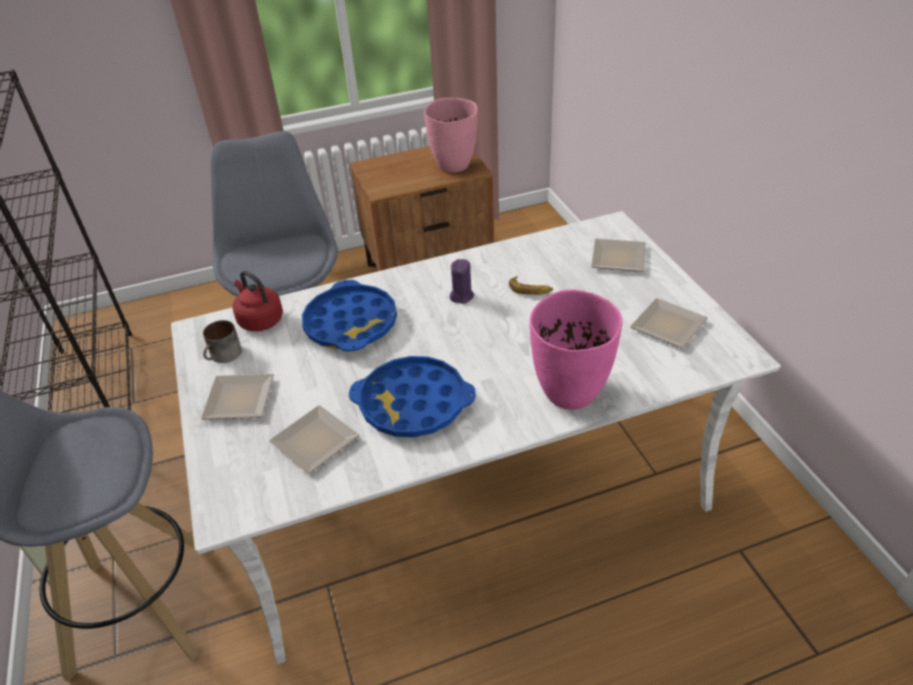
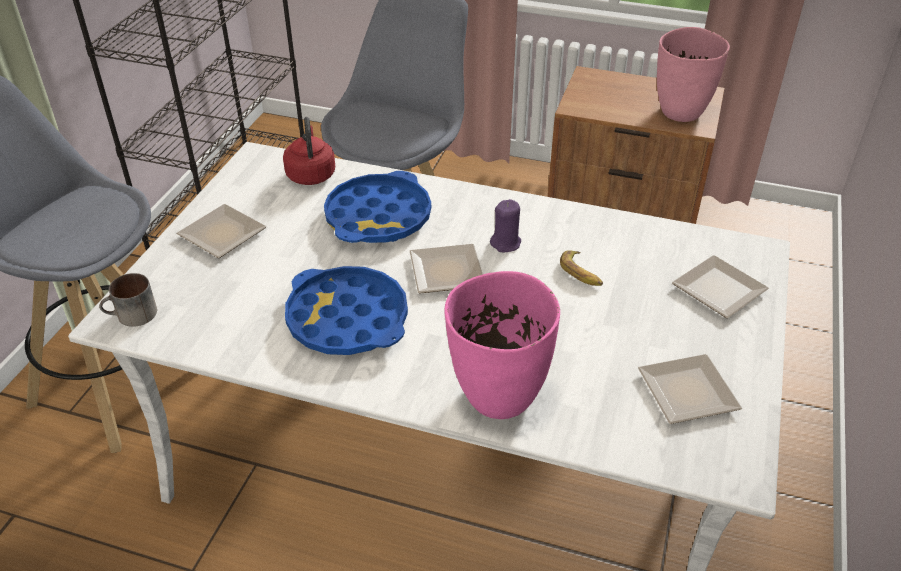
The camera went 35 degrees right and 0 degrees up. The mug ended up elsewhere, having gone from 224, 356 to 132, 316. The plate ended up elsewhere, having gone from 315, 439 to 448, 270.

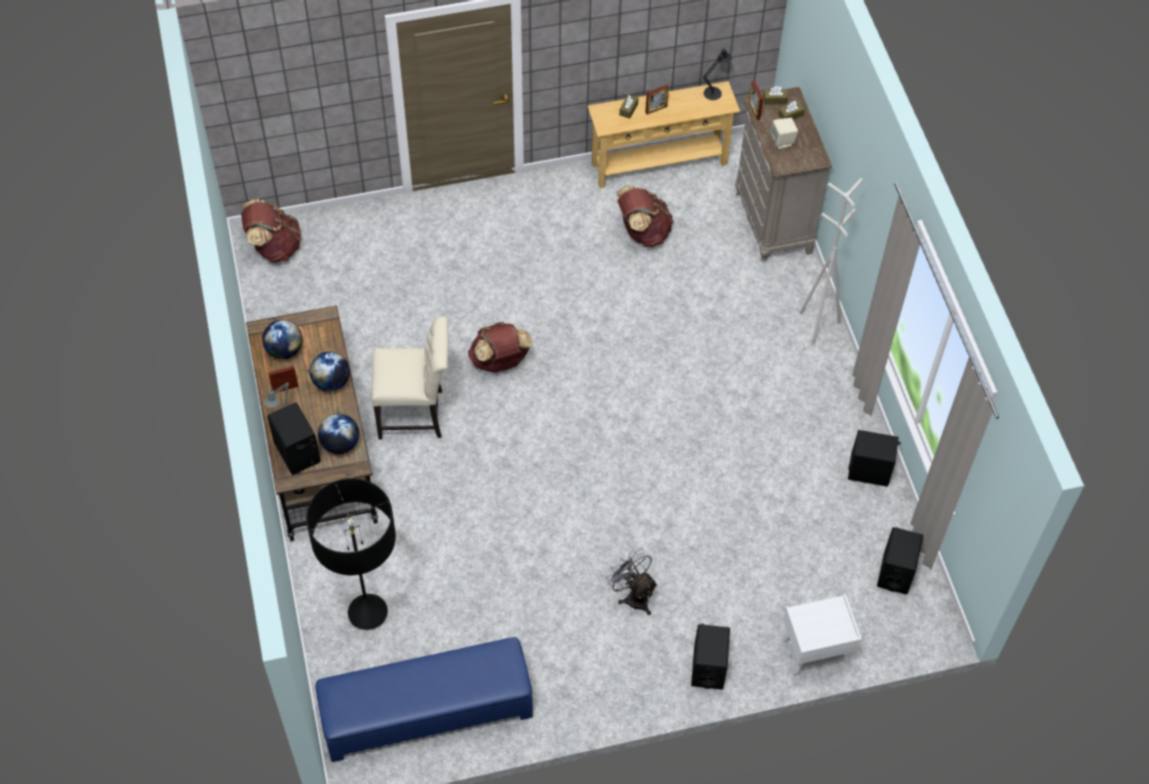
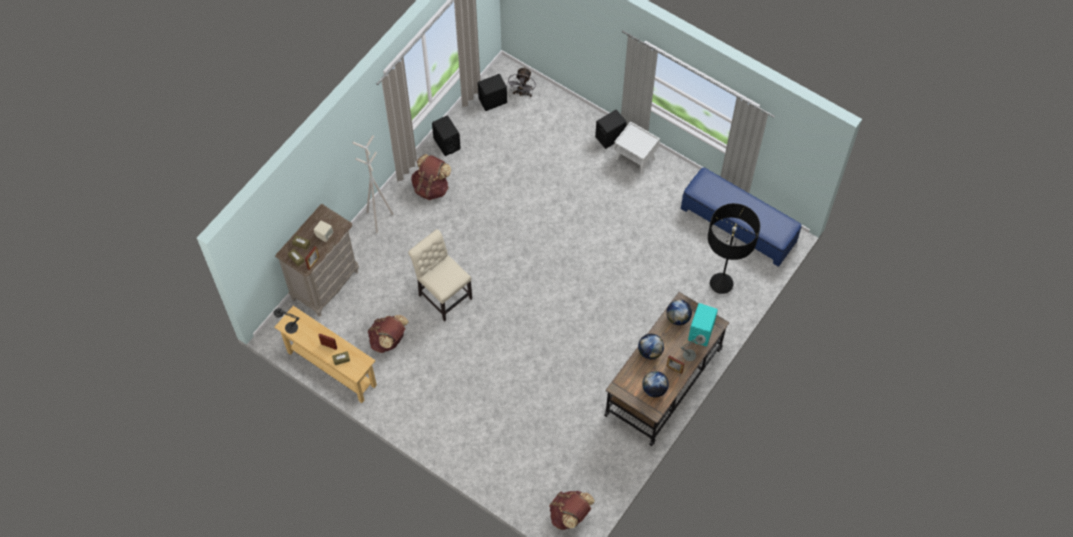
The camera went 130 degrees left and 5 degrees up. The beige chair ended up elsewhere, having gone from 416, 415 to 443, 294. The brown backpack ended up elsewhere, having gone from 500, 362 to 431, 187. The grey fan ended up elsewhere, having gone from 633, 596 to 522, 93. The white nightstand ended up elsewhere, having gone from 815, 651 to 635, 159. What was the black speaker at 297, 453 turned into the turquoise speaker at 701, 332.

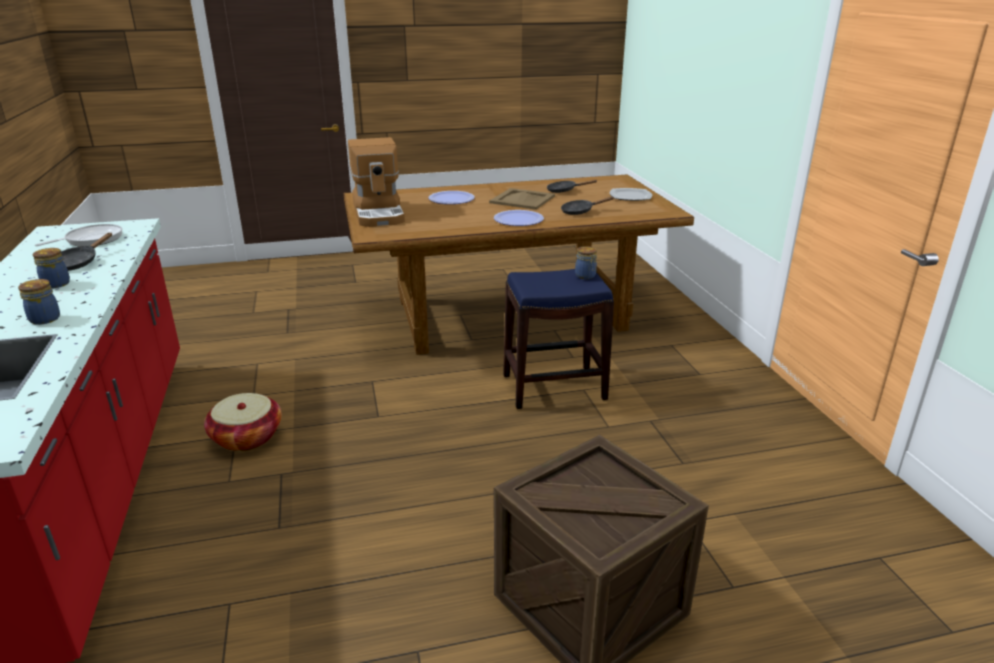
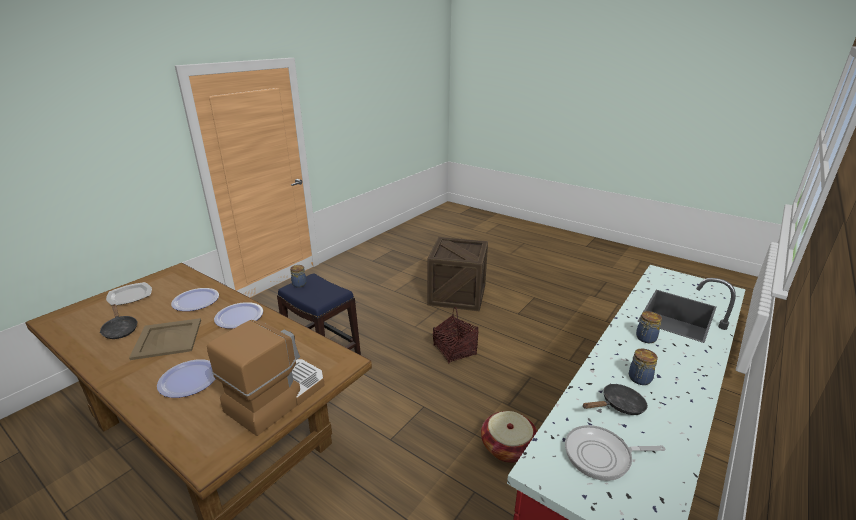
The camera went 130 degrees left and 0 degrees up. The second view gained the basket at 454, 350. Where the black frying pan stood at 580, 211, the plate came to stand at 195, 300.

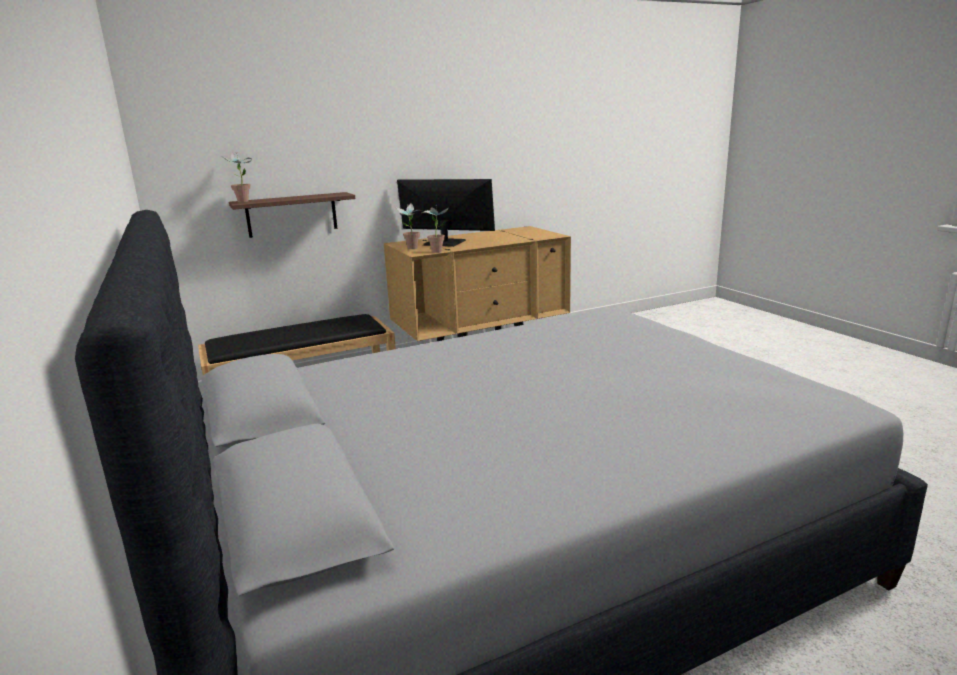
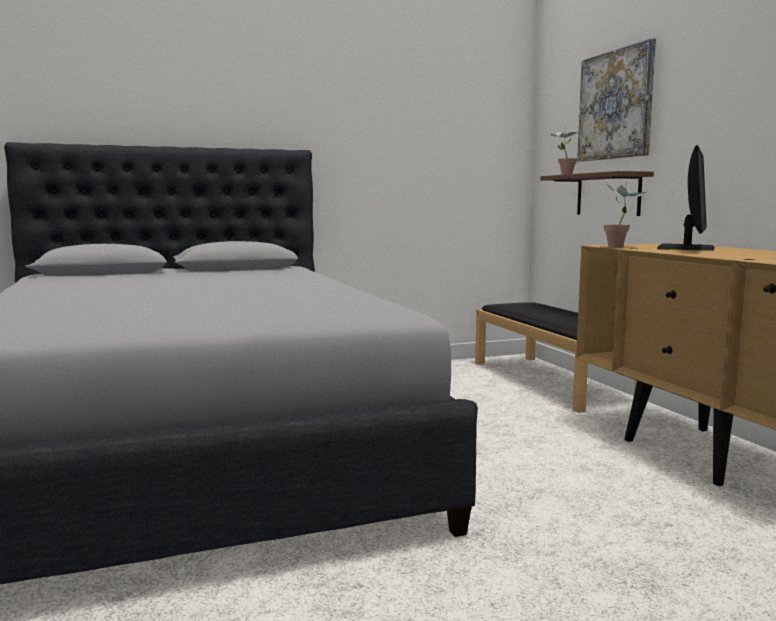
The camera went 95 degrees right and 10 degrees down. The second view lost the potted plant at 411, 249. The second view gained the picture at 615, 105.

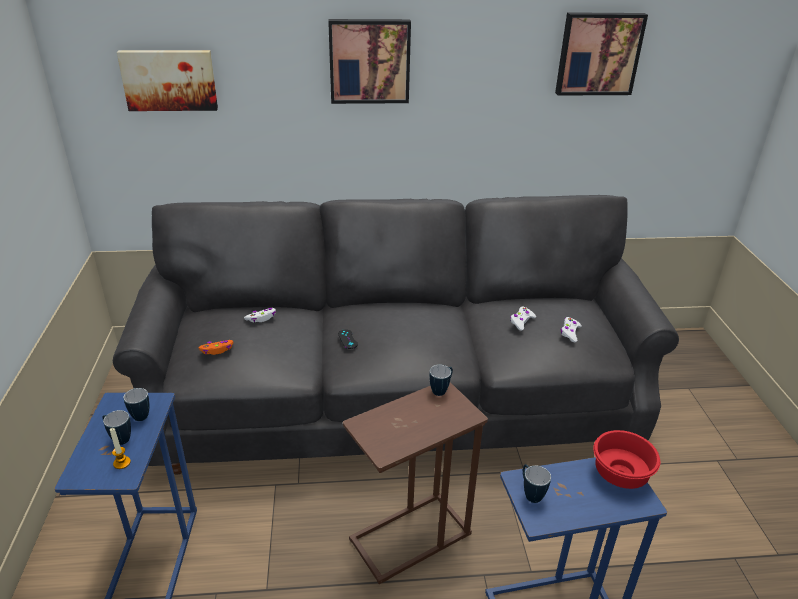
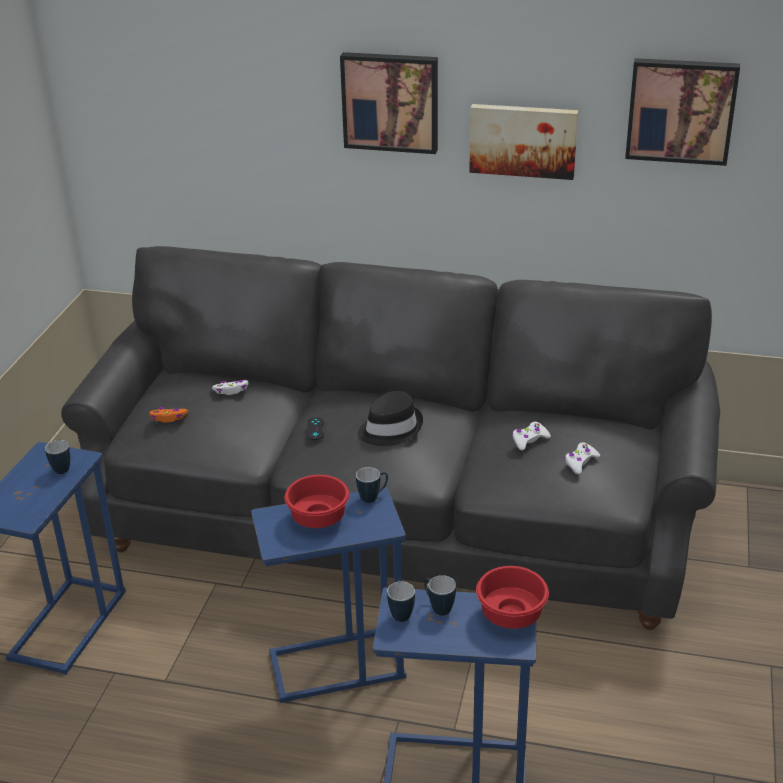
The camera went 20 degrees right and 0 degrees up. The second view lost the candle at 122, 463. The second view gained the red bowl at 318, 519. The second view gained the black hat at 390, 428. The mug ended up elsewhere, having gone from 119, 438 to 438, 608. The picture ended up elsewhere, having gone from 169, 80 to 523, 140. What was the brown side table at 410, 535 turned into the blue side table at 337, 664.

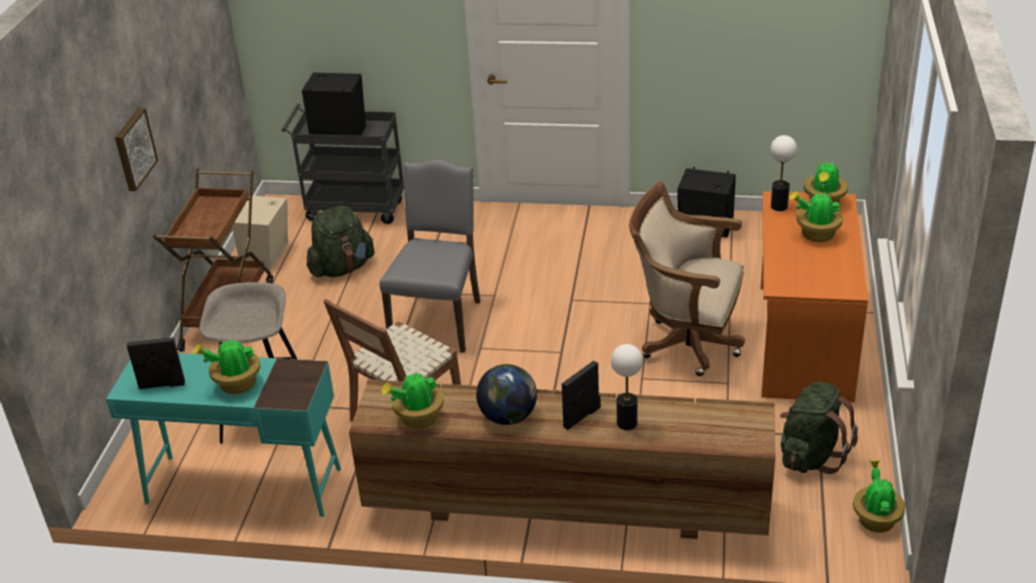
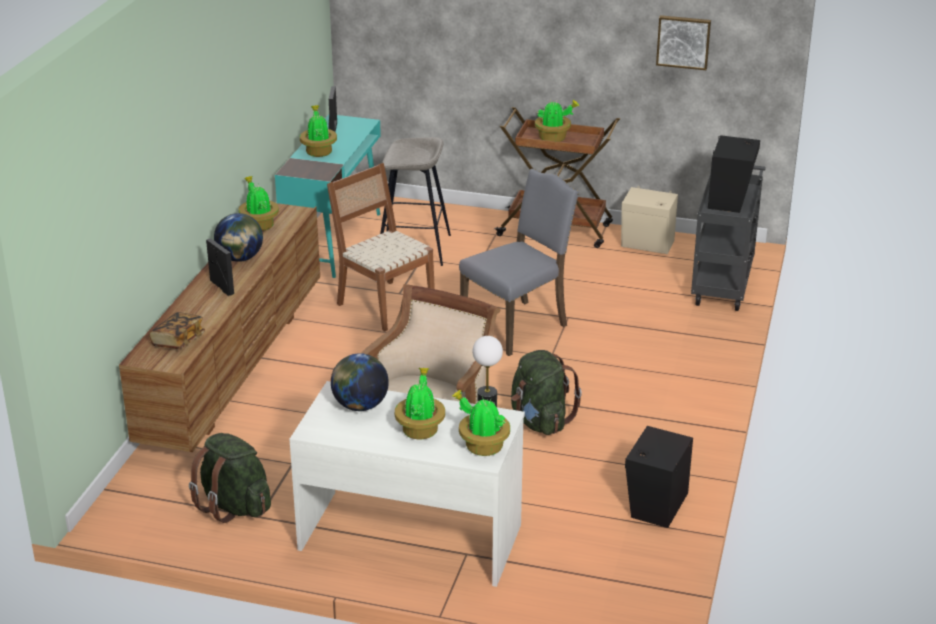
The camera went 95 degrees right and 5 degrees down. The second view lost the table lamp at 626, 423. The second view gained the book at 178, 341. The second view gained the globe at 360, 406. The picture ended up elsewhere, having gone from 133, 149 to 683, 41. The green backpack ended up elsewhere, having gone from 342, 268 to 540, 422. The potted plant ended up elsewhere, having gone from 875, 519 to 554, 138. What was the orange desk at 802, 341 turned into the white desk at 411, 536. The grey chair at 439, 320 ended up facing another way, 60 degrees counterclockwise from before.

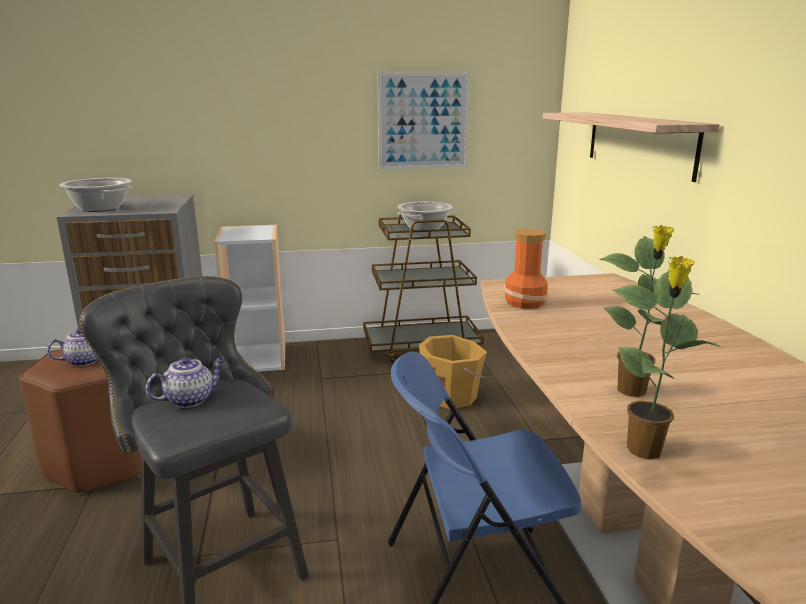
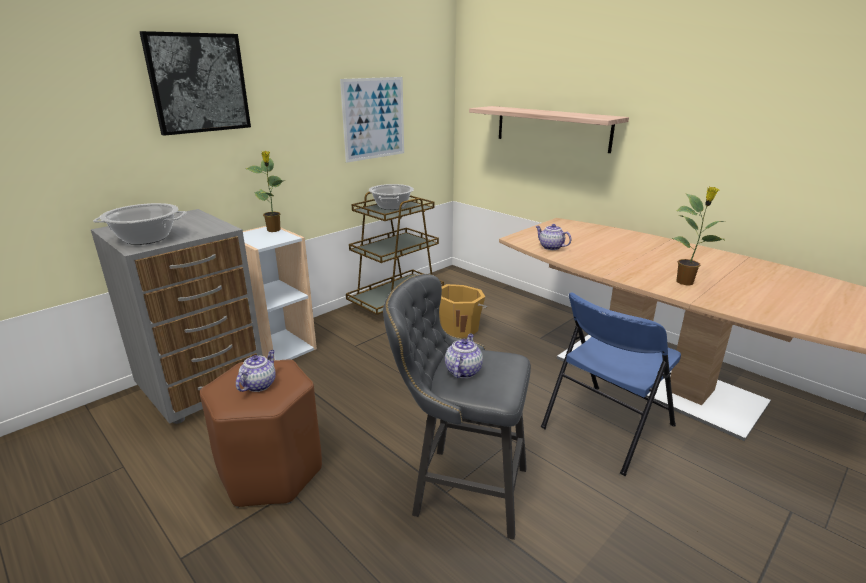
The camera went 35 degrees left and 5 degrees up. The second view gained the picture at 198, 83. The potted plant ended up elsewhere, having gone from 645, 451 to 274, 230. Where the vase stood at 523, 302, the teapot came to stand at 550, 247.

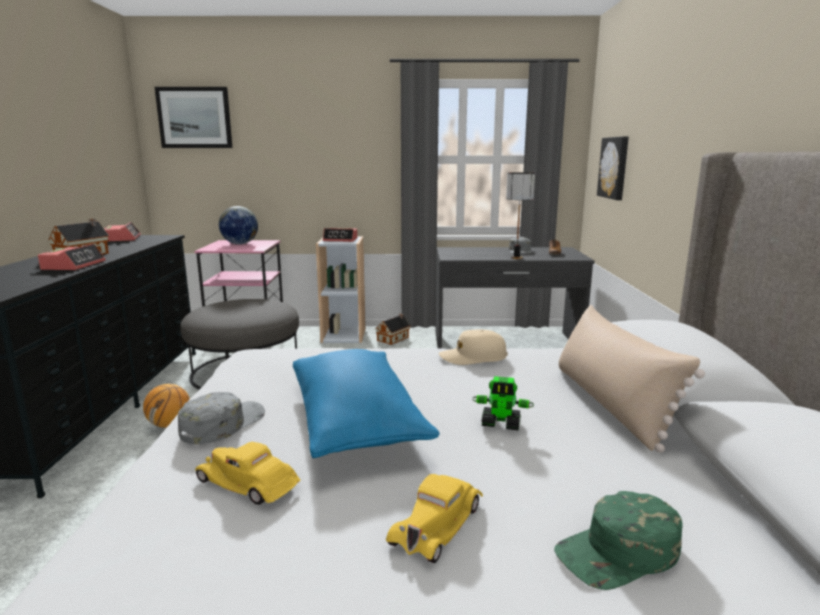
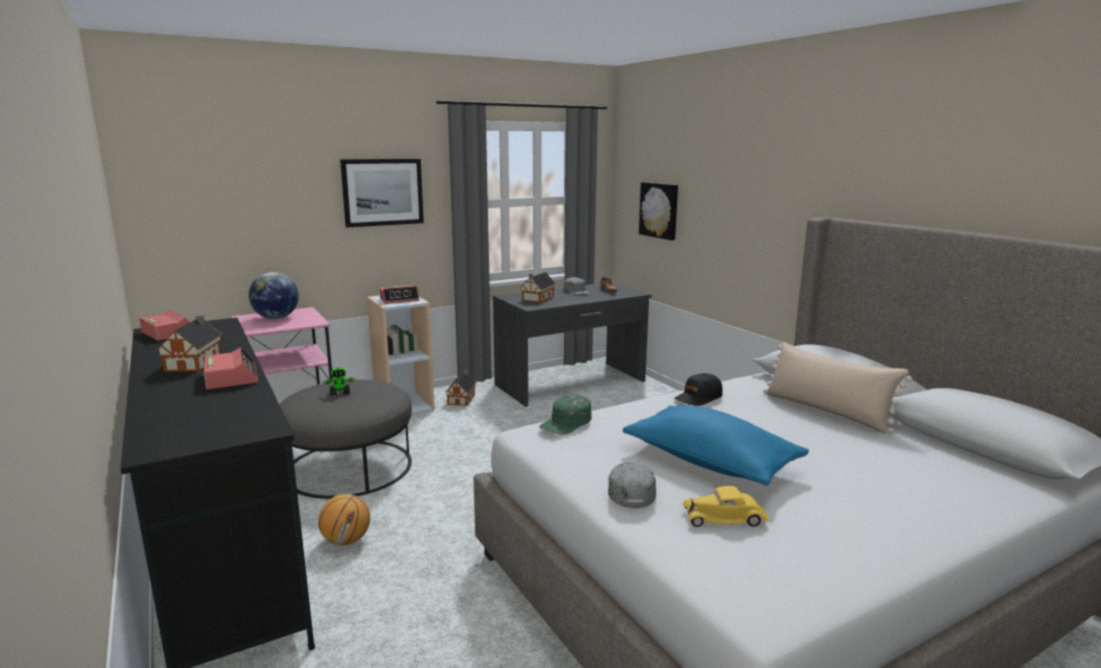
The camera went 30 degrees left and 0 degrees up. The second view lost the yellow toy car at 438, 523. The second view lost the table lamp at 516, 258. The second view gained the toy house at 537, 298. The picture ended up elsewhere, having gone from 194, 118 to 382, 192. The toy robot ended up elsewhere, having gone from 501, 424 to 340, 393. The green cap ended up elsewhere, having gone from 619, 553 to 566, 423. What was the beige cap at 473, 357 turned into the black cap at 698, 398.

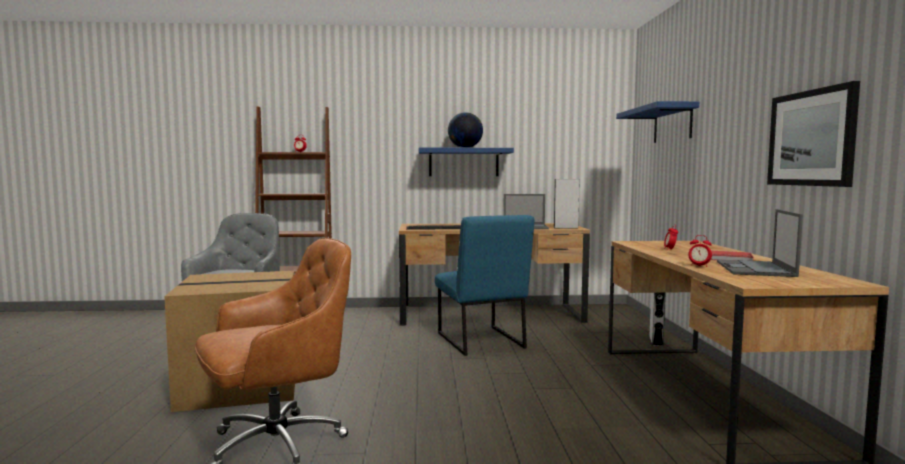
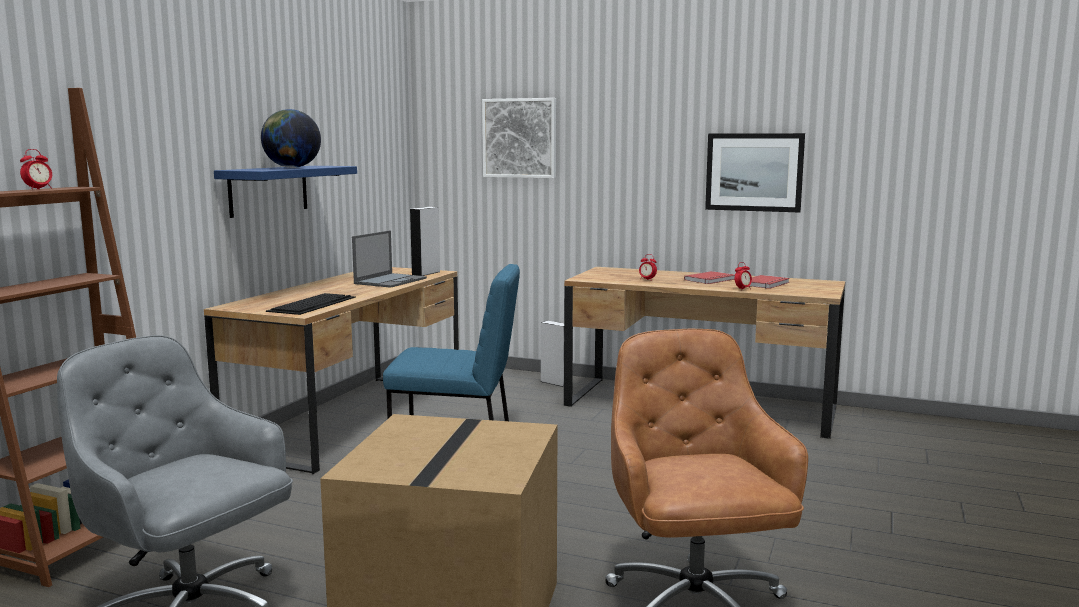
The camera went 65 degrees left and 5 degrees up. Where the blue shelf hung at 672, 124, the picture came to hang at 519, 138. Where the laptop stood at 755, 269, the red book came to stand at 766, 284.

